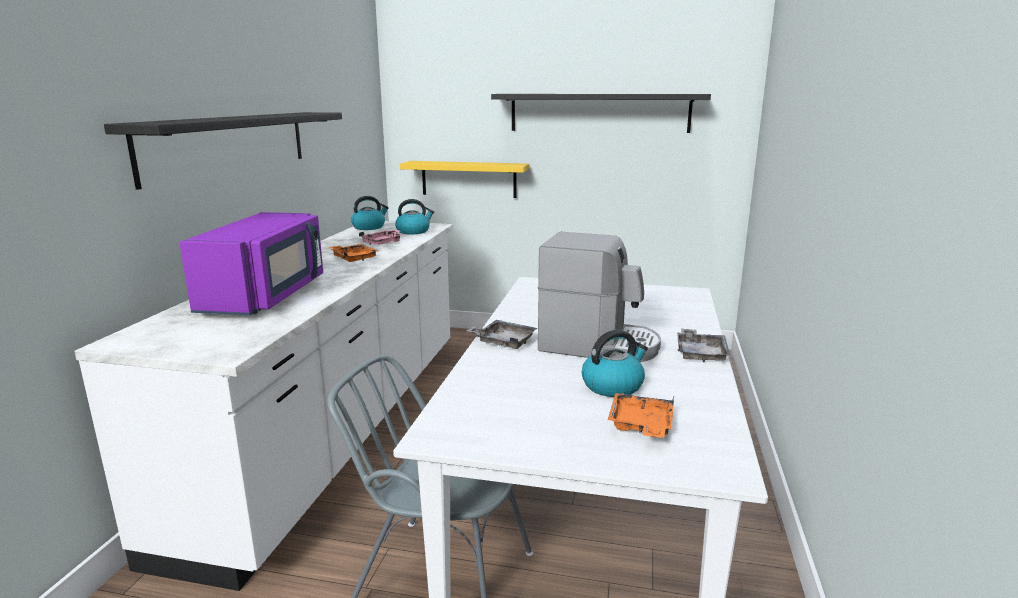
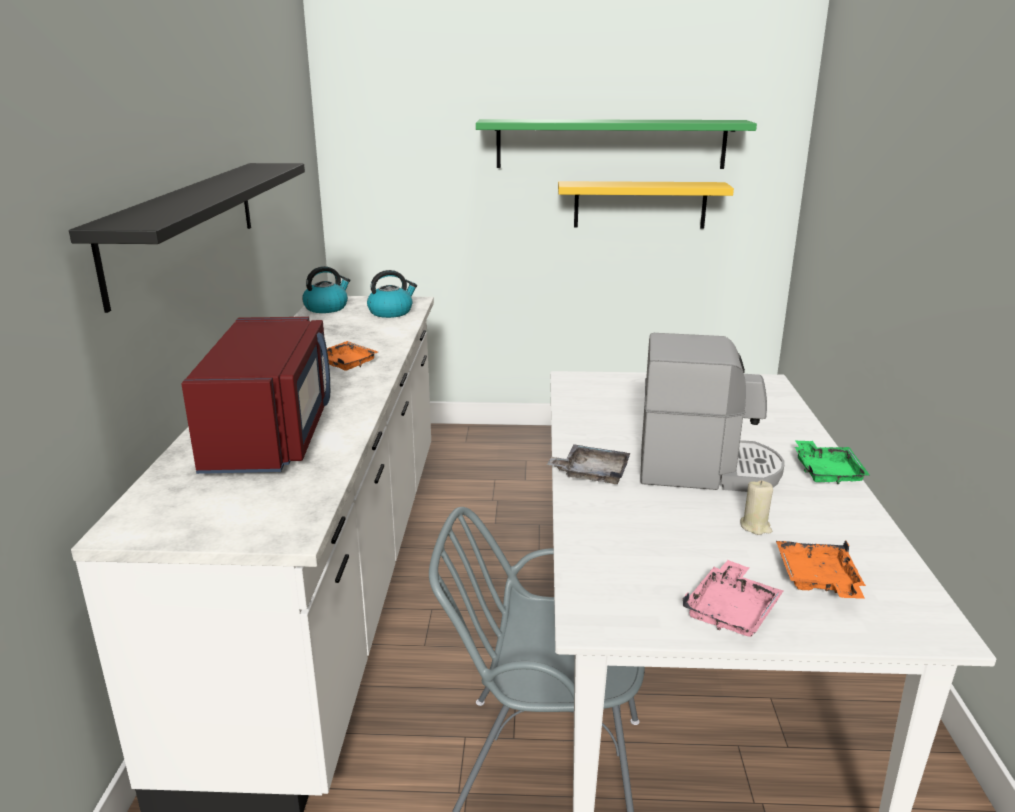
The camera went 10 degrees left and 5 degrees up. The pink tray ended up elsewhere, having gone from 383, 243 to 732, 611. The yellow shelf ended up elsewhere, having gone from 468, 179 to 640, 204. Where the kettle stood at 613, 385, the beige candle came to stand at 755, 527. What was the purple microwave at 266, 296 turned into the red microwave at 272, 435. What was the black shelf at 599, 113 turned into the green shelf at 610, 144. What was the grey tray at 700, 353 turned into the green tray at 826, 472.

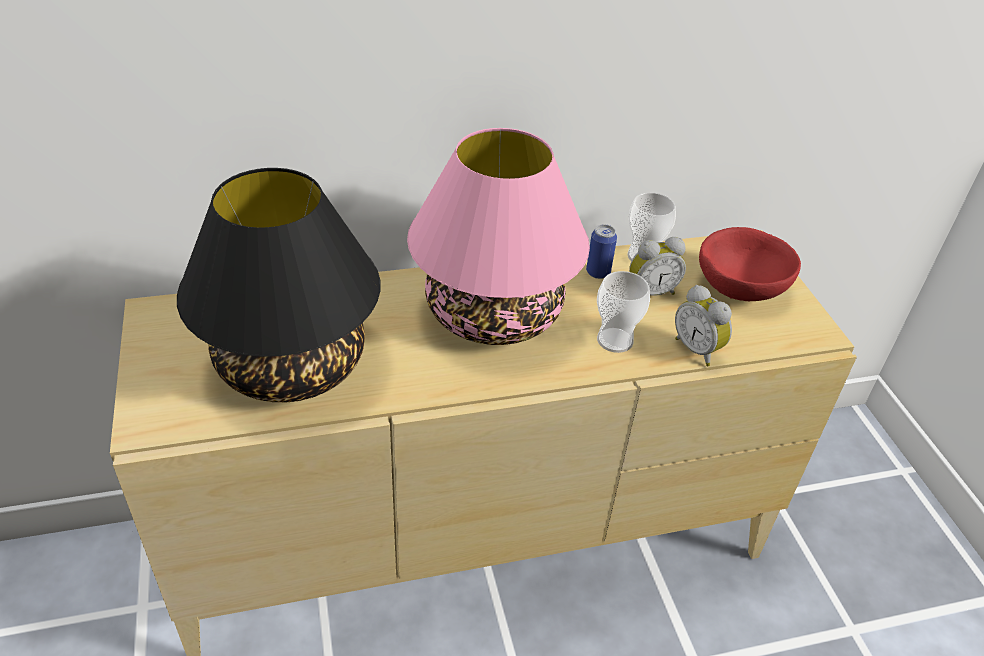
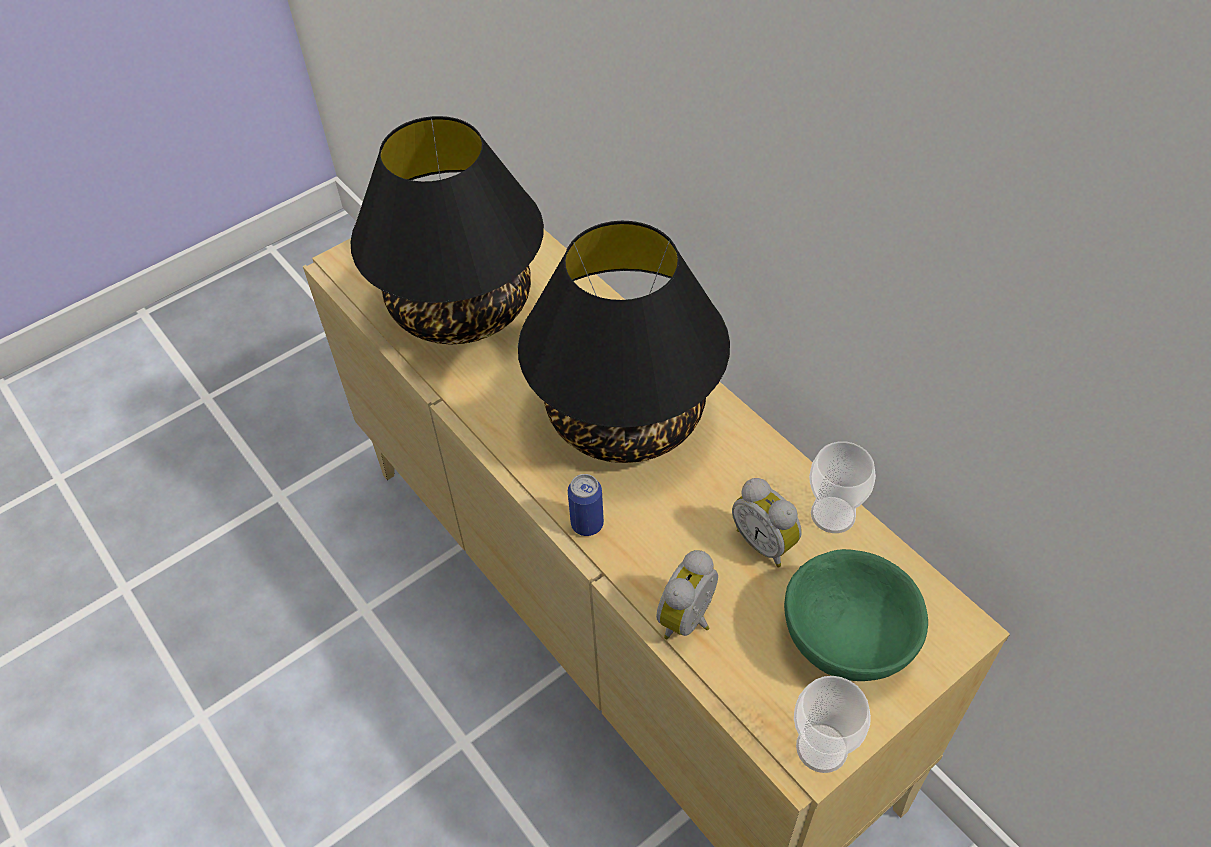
The camera went 70 degrees right and 10 degrees up. The can ended up elsewhere, having gone from 598, 272 to 587, 524. The cup ended up elsewhere, having gone from 615, 340 to 821, 748. What was the pink table lamp at 494, 314 turned into the black table lamp at 626, 416. What was the red bowl at 740, 287 turned into the green bowl at 848, 637.

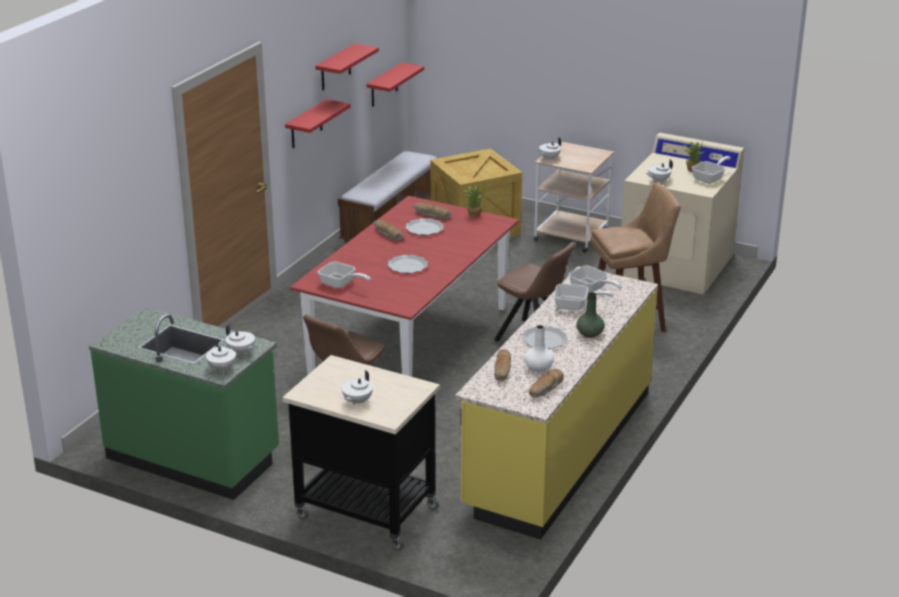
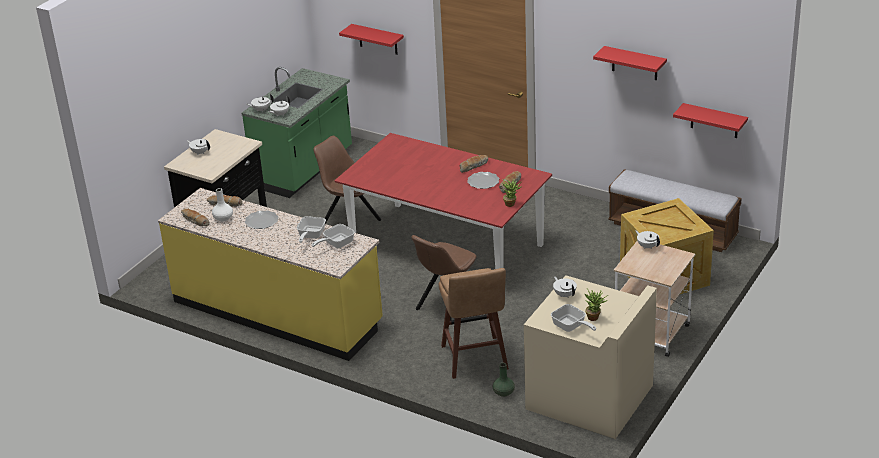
The camera went 95 degrees right and 5 degrees up. The second view lost the frying pan at 340, 284. The second view lost the plate at 407, 266. The red shelf ended up elsewhere, having gone from 306, 125 to 378, 39. The green vase ended up elsewhere, having gone from 590, 334 to 503, 392.

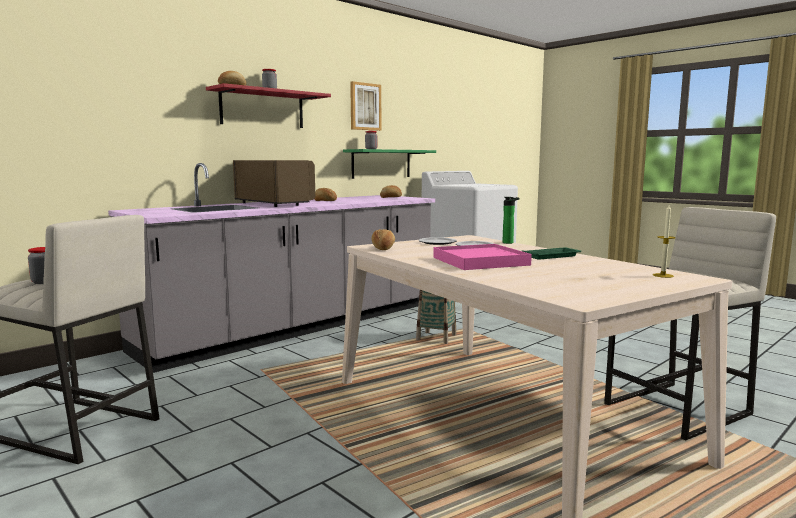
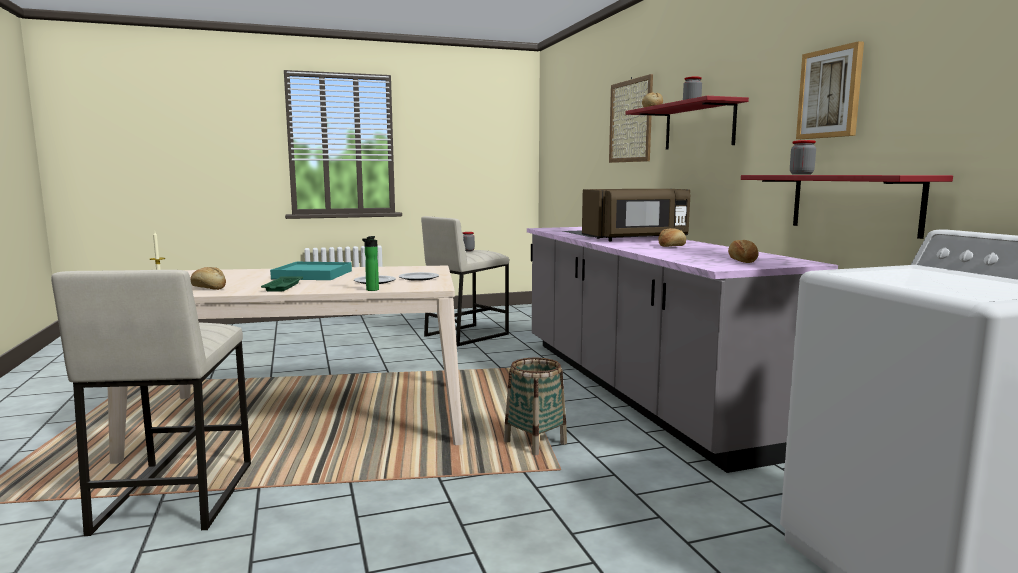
The camera went 115 degrees right and 0 degrees up. The second view gained the picture at 630, 119. The bread ended up elsewhere, having gone from 383, 249 to 209, 288. What was the green shelf at 381, 163 turned into the red shelf at 854, 203. What was the pink tray at 480, 261 turned into the turquoise tray at 313, 275.

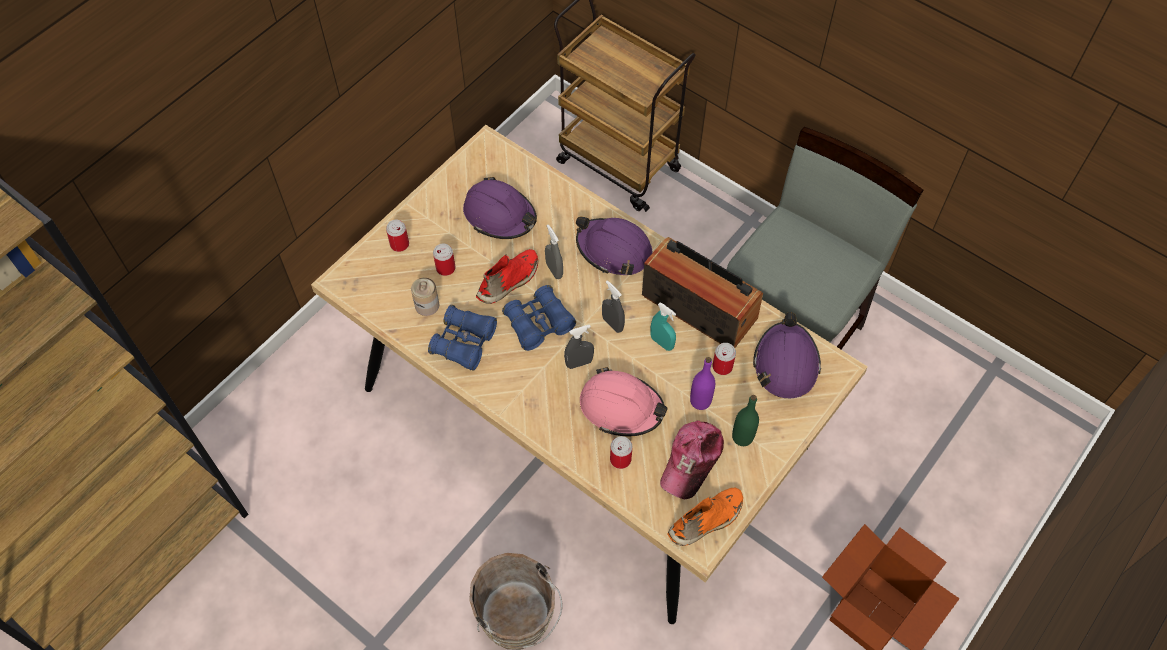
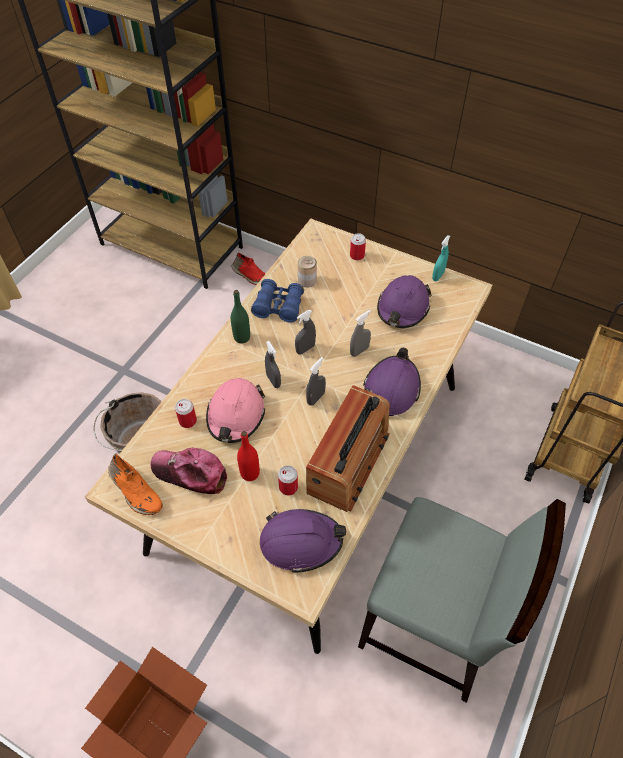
The camera went 80 degrees right and 5 degrees down. The second view lost the can at 445, 268. The red shoe ended up elsewhere, having gone from 509, 281 to 251, 276. The turquoise spray bottle ended up elsewhere, having gone from 662, 343 to 438, 276. The green bottle ended up elsewhere, having gone from 742, 437 to 242, 337. Where the blue binoculars stood at 539, 323, the grey spray bottle came to stand at 305, 349. What was the purple bottle at 700, 401 turned into the red bottle at 250, 473.

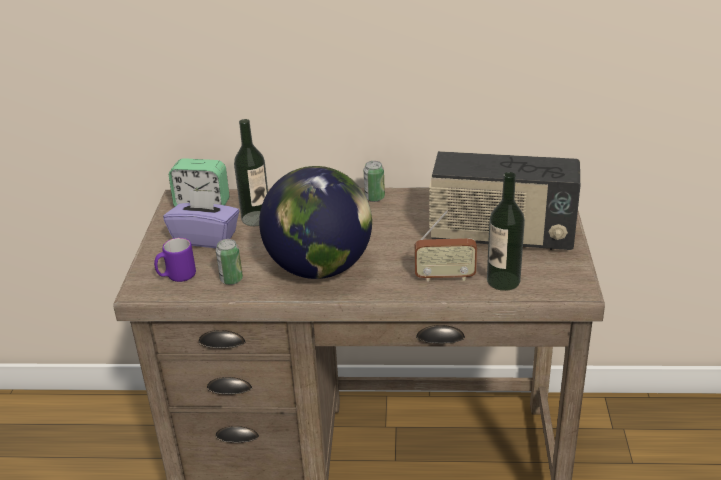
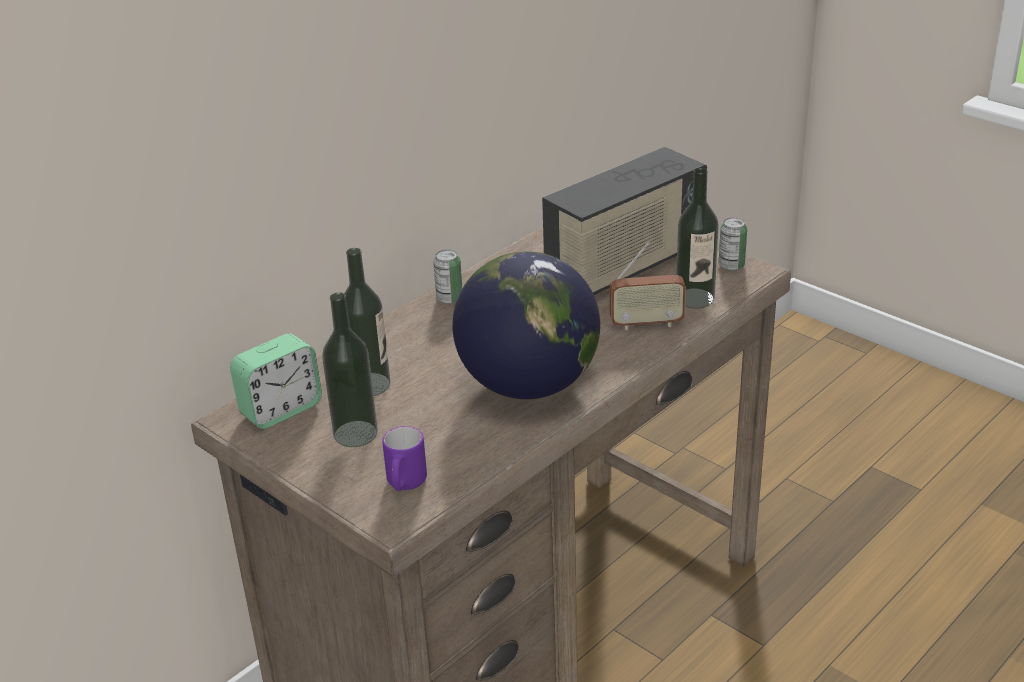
The camera went 50 degrees left and 0 degrees up. The can ended up elsewhere, having gone from 231, 279 to 731, 265. Where the purple tissue box stood at 206, 238, the bottle came to stand at 355, 434. The radio at 445, 277 ended up facing another way, 45 degrees clockwise from before.

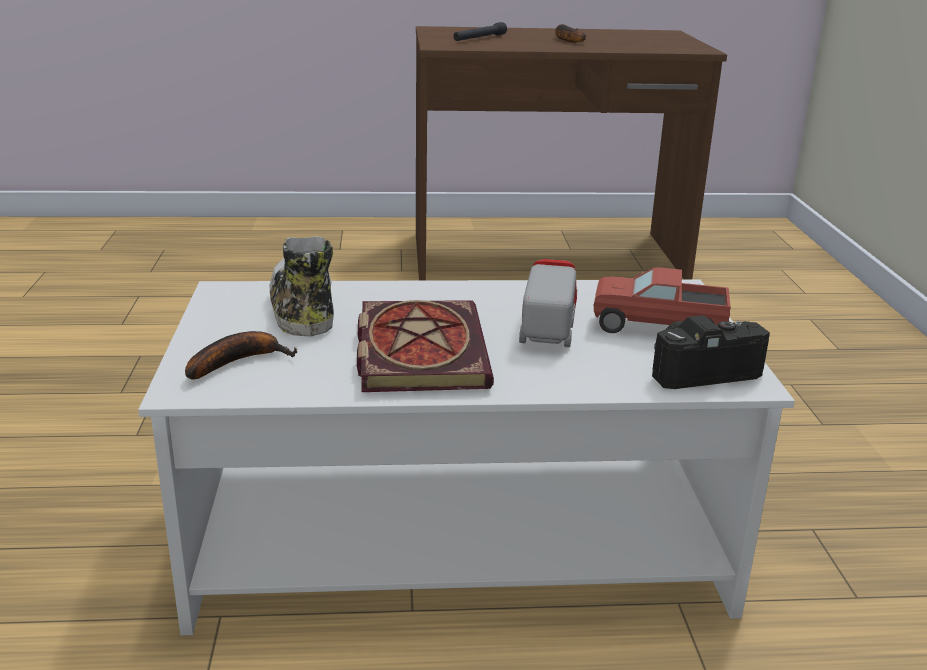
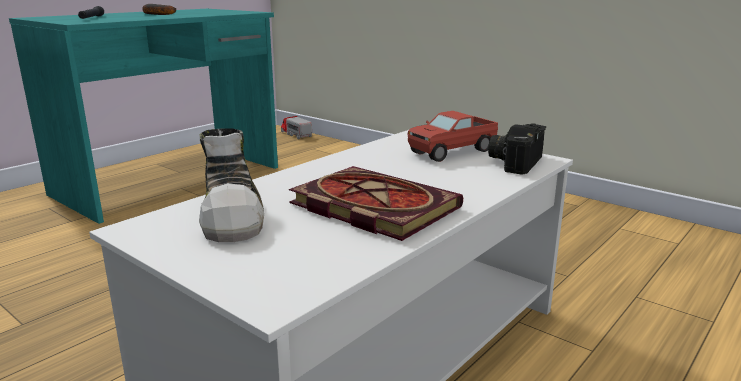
The camera went 45 degrees left and 5 degrees down. The second view lost the banana at 238, 362. The toy truck ended up elsewhere, having gone from 549, 321 to 295, 134. What was the brown desk at 547, 257 turned into the turquoise desk at 172, 181. The shoe at 302, 310 ended up facing another way, 135 degrees counterclockwise from before.

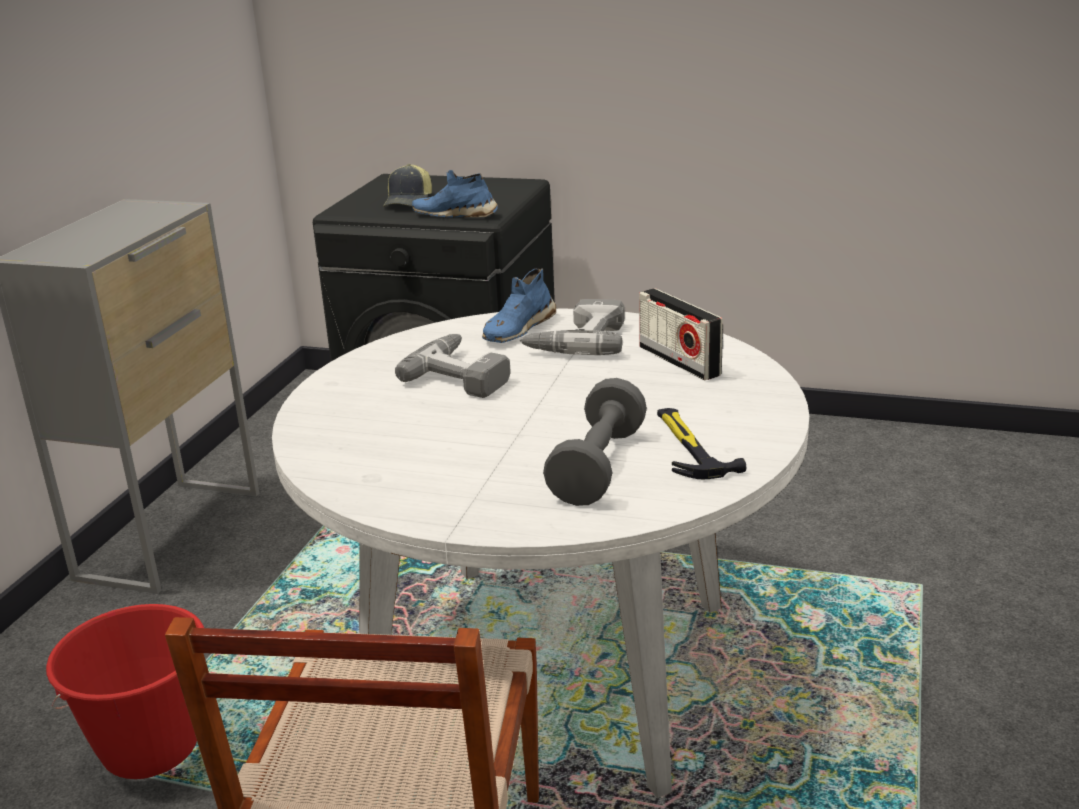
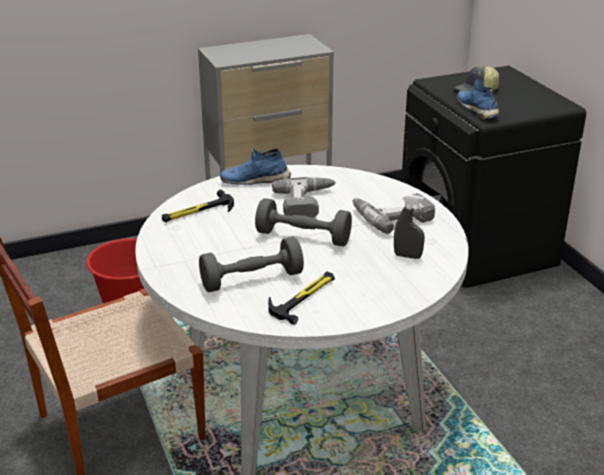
The camera went 50 degrees right and 5 degrees up. The second view gained the hammer at 198, 211. The second view gained the grey dumbbell at 303, 237. The blue shoe ended up elsewhere, having gone from 517, 329 to 255, 180. Where the radio stood at 679, 361, the grey spray bottle came to stand at 407, 256.

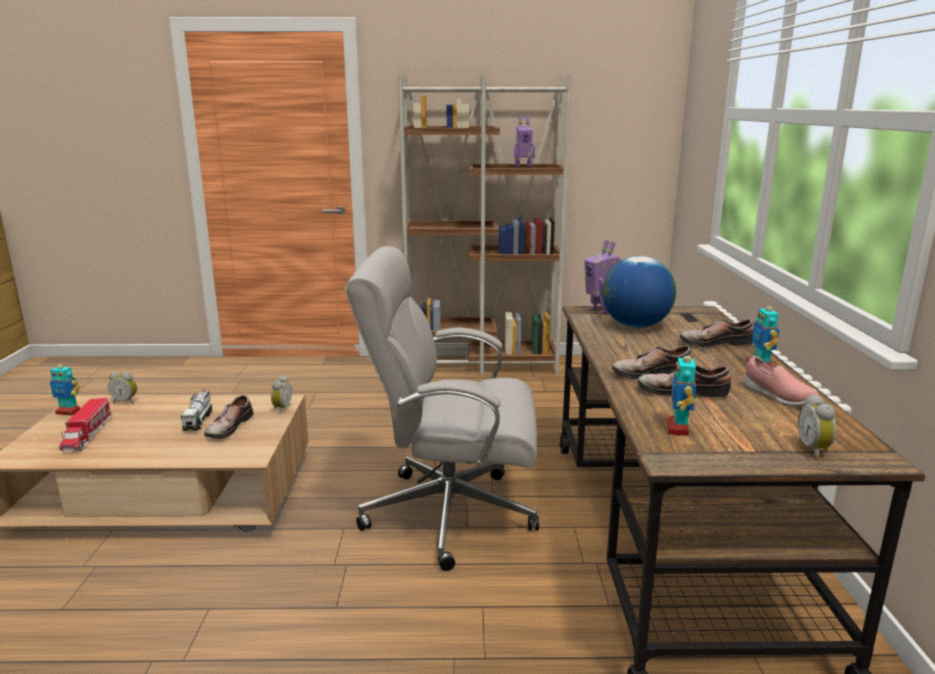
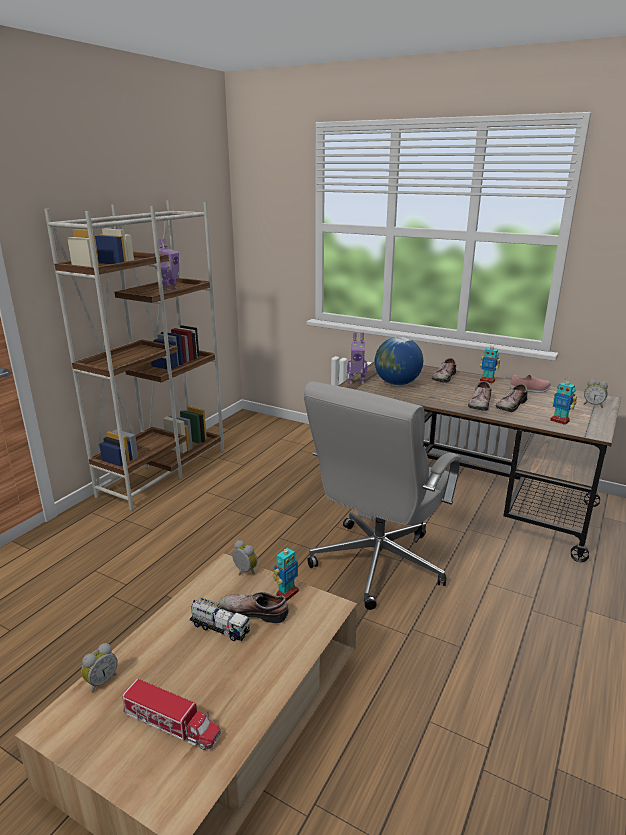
The camera went 60 degrees left and 5 degrees up. The toy robot ended up elsewhere, having gone from 68, 412 to 287, 593. The shoe at 228, 427 ended up facing another way, 150 degrees clockwise from before.

